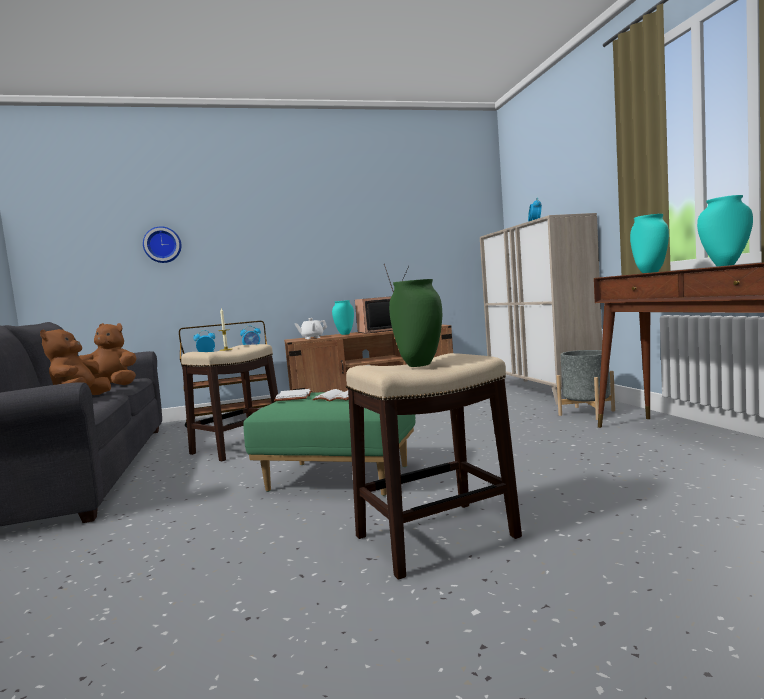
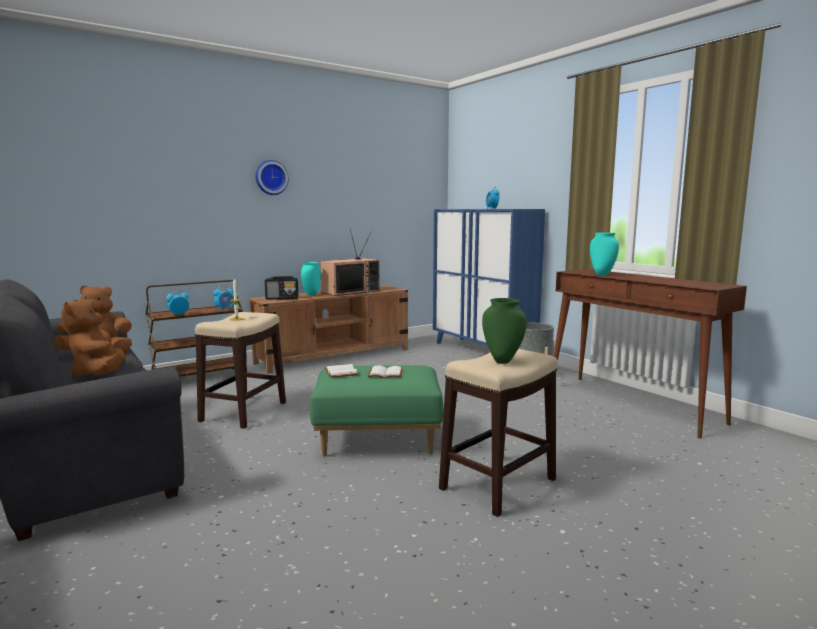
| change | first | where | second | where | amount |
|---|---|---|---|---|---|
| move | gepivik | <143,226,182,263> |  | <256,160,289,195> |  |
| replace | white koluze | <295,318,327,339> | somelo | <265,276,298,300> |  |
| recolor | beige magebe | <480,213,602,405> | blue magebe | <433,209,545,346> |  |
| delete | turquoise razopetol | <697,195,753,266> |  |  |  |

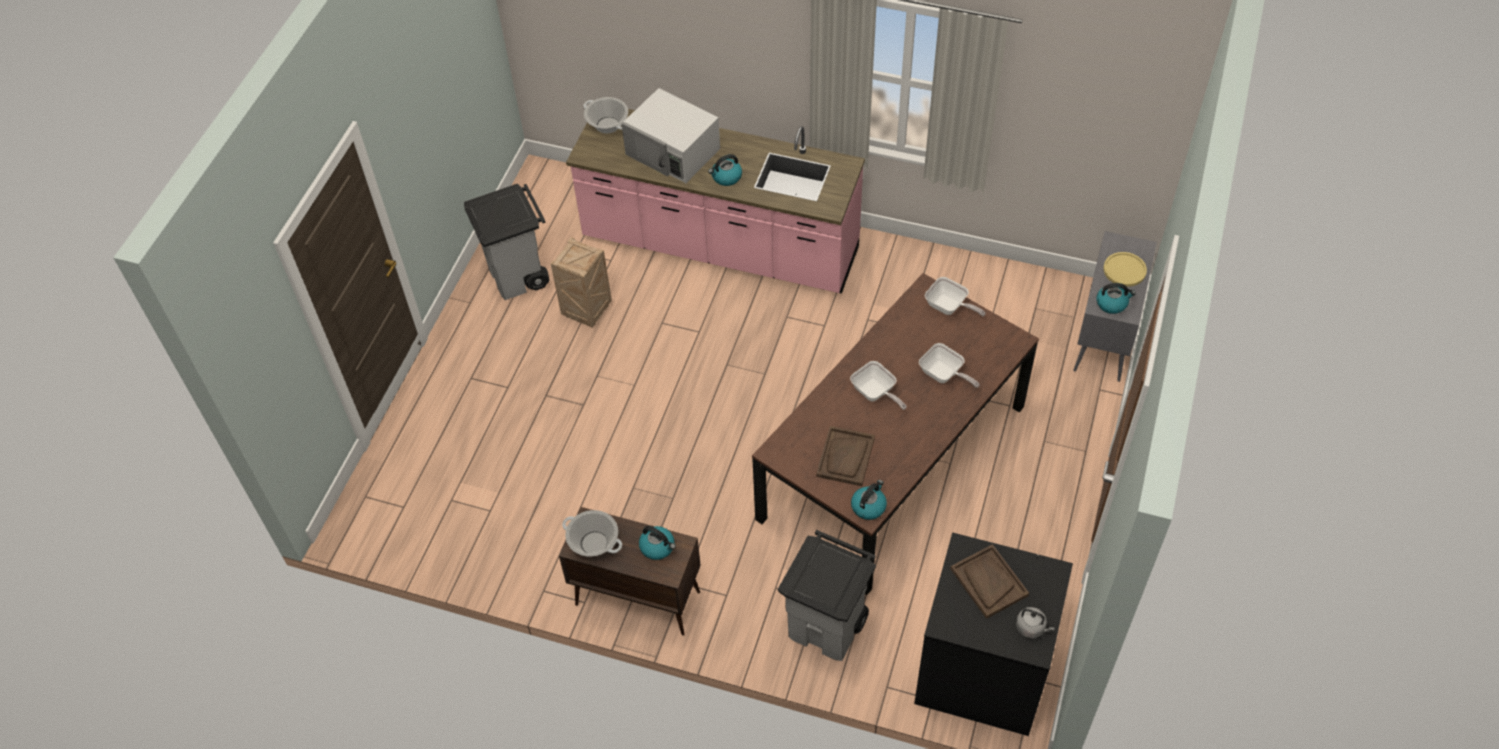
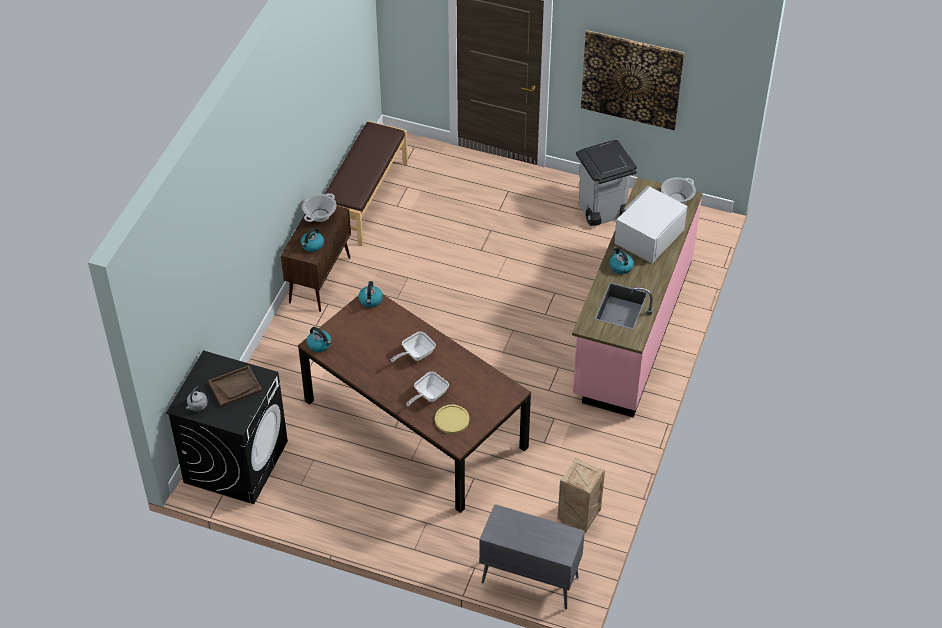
| change | first | where | second | where | amount |
|---|---|---|---|---|---|
| insert |  |  | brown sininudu | <325,121,408,246> |  |
| move | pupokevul | <1096,283,1136,314> |  | <358,281,383,307> |  |
| move | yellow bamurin | <1103,252,1147,287> |  | <435,405,469,434> |  |
| move | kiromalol | <551,237,612,328> |  | <557,457,605,533> |  |
| insert |  |  | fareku | <581,30,685,130> |  |
| delete | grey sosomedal | <778,530,876,661> |  |  |  |
| delete | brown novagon | <816,426,875,486> |  |  |  |
| delete | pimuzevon | <925,277,986,316> |  |  |  |

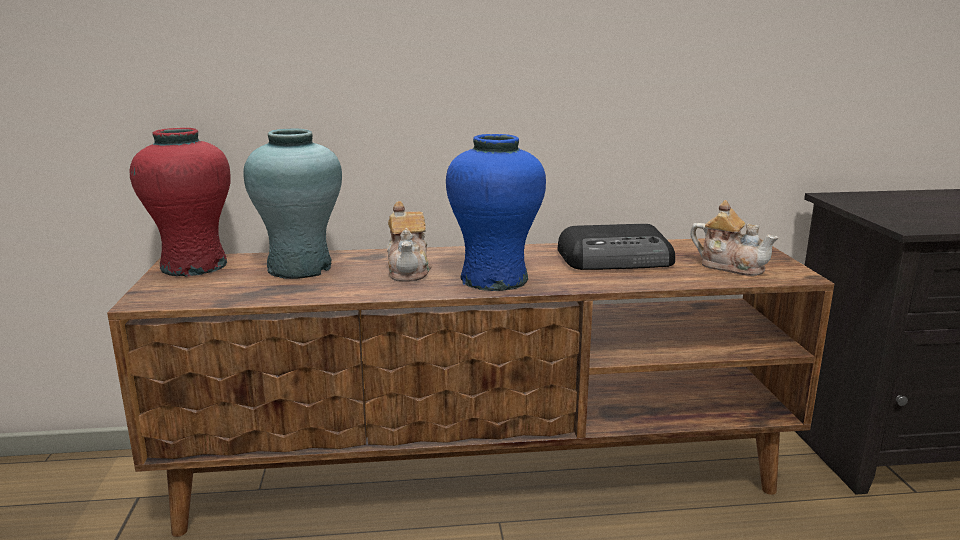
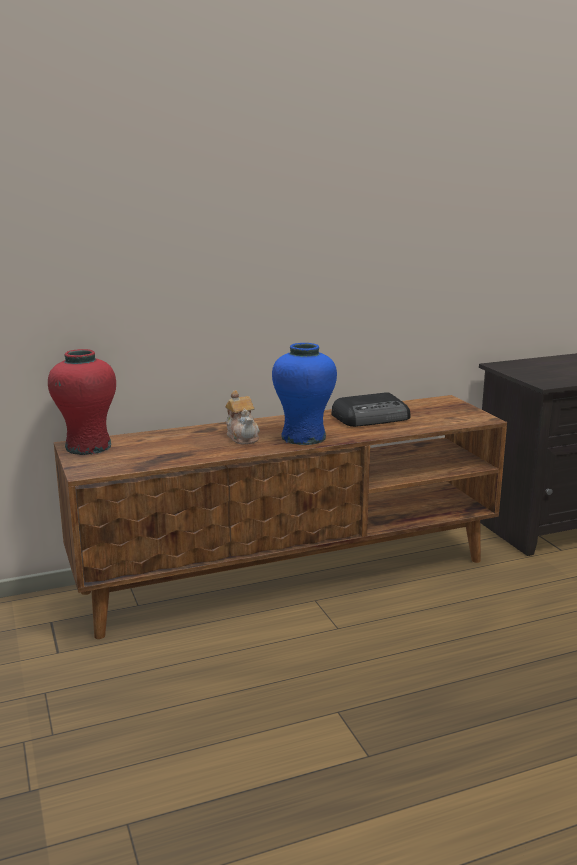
| change | first | where | second | where | amount |
|---|---|---|---|---|---|
| delete | turquoise razopetol | <243,128,342,279> |  |  |  |
| delete | koluze | <690,200,779,276> |  |  |  |

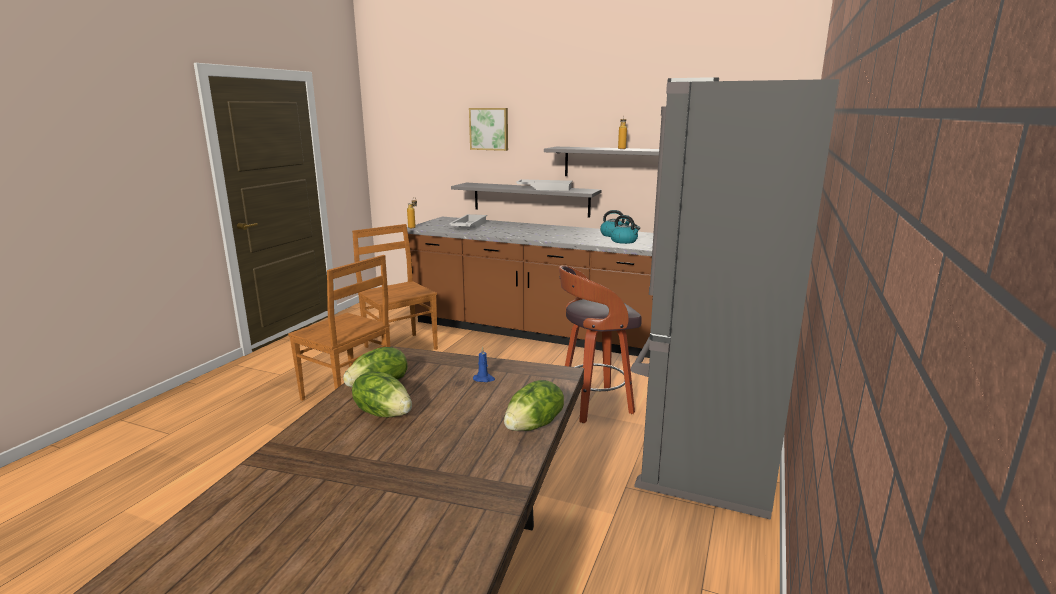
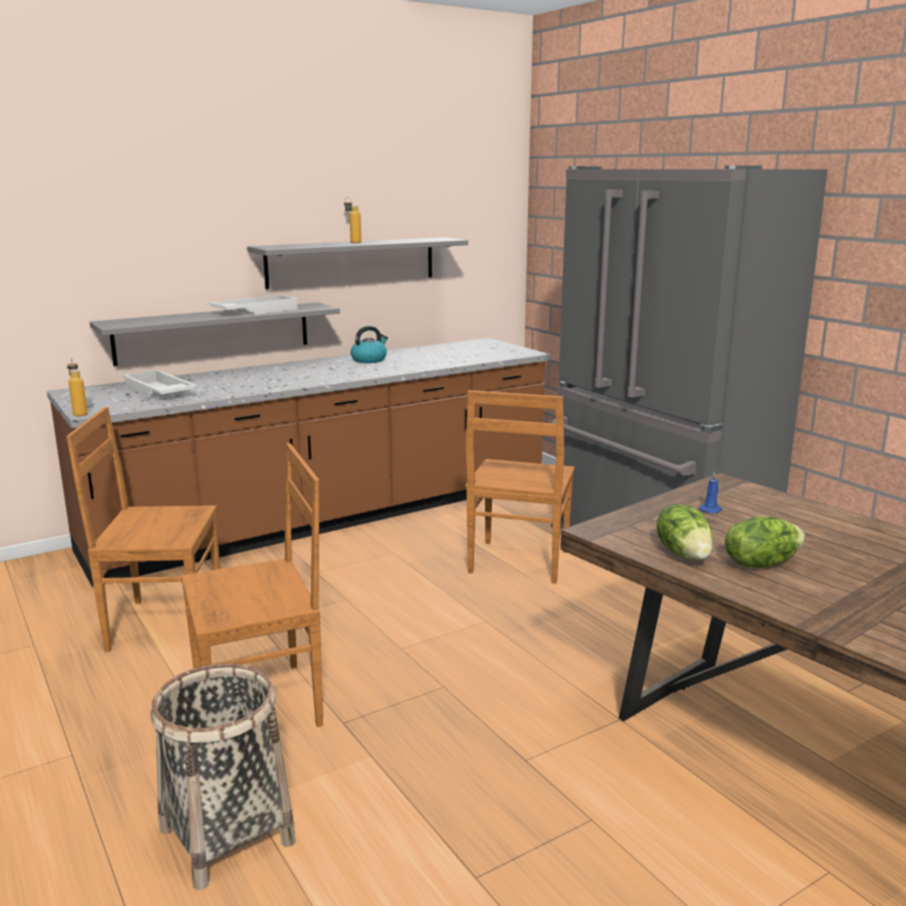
| change | first | where | second | where | amount |
|---|---|---|---|---|---|
| insert |  |  | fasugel | <151,663,296,890> |  |
| replace | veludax | <559,265,642,423> | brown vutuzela | <466,390,575,584> |  |
| delete | fareku | <469,108,508,151> |  |  |  |
| delete | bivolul | <504,380,564,431> |  |  |  |
| delete | pupokevul | <610,215,640,244> |  |  |  |

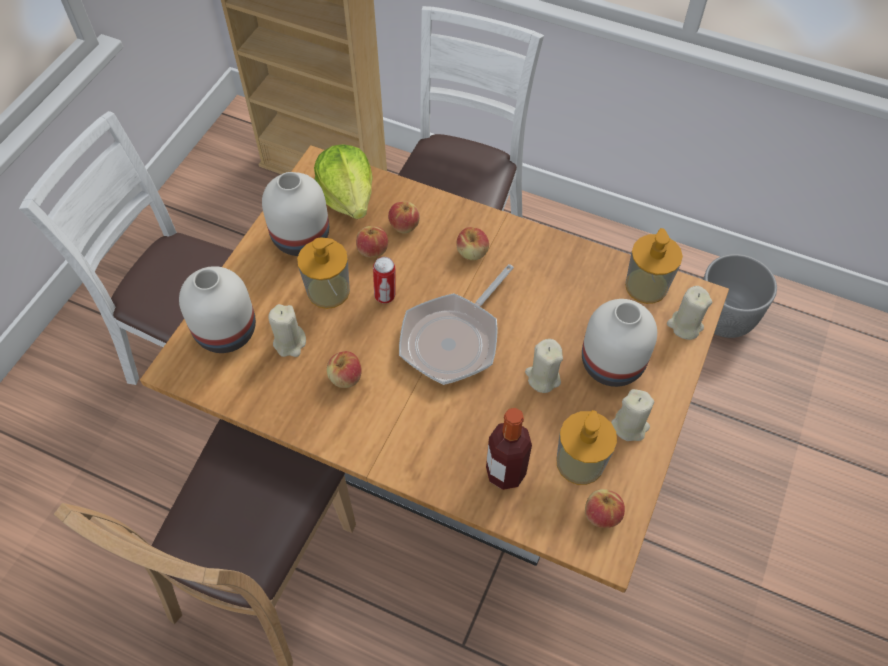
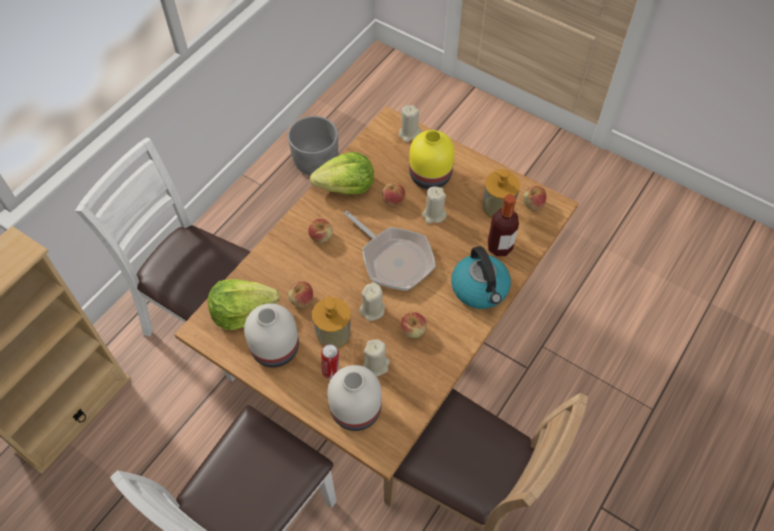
| change | first | where | second | where | amount |
|---|---|---|---|---|---|
| insert |  |  | bivolul | <310,152,374,195> |  |
| move | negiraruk | <373,257,395,304> |  | <321,344,339,379> |  |
| move | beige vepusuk | <611,389,654,441> |  | <359,283,385,321> |  |
| move | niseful | <388,201,420,233> |  | <382,183,406,206> |  |
| recolor | white razopetol | <582,299,657,387> | yellow razopetol | <409,130,455,190> |  |
| insert |  |  | pupokevul | <451,246,511,309> |  |
| delete | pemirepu | <625,228,683,304> |  |  |  |

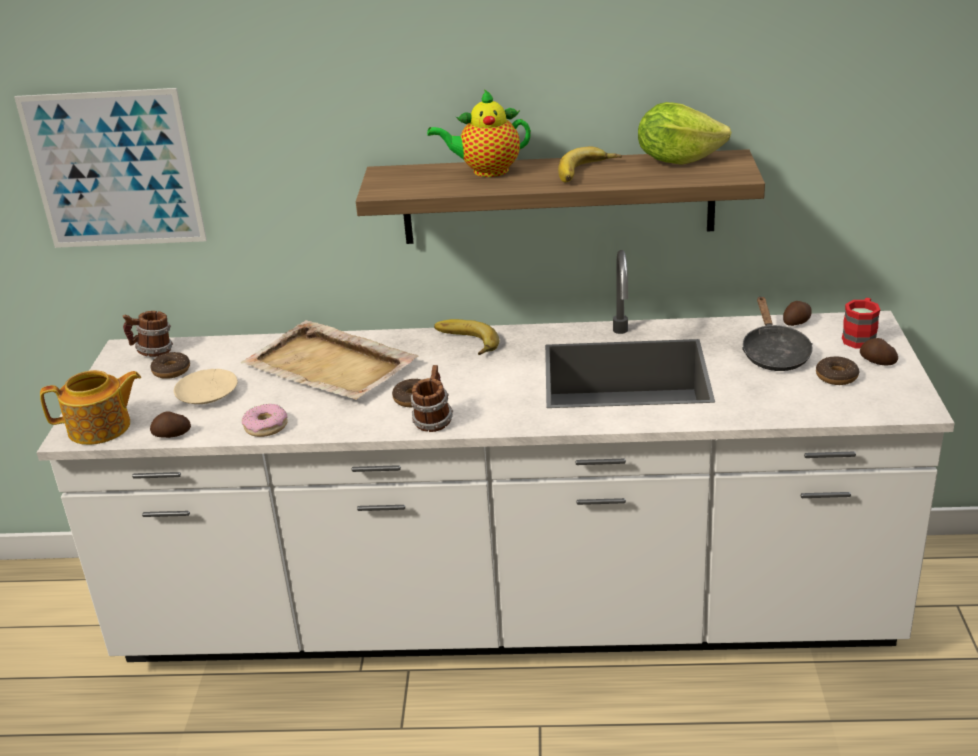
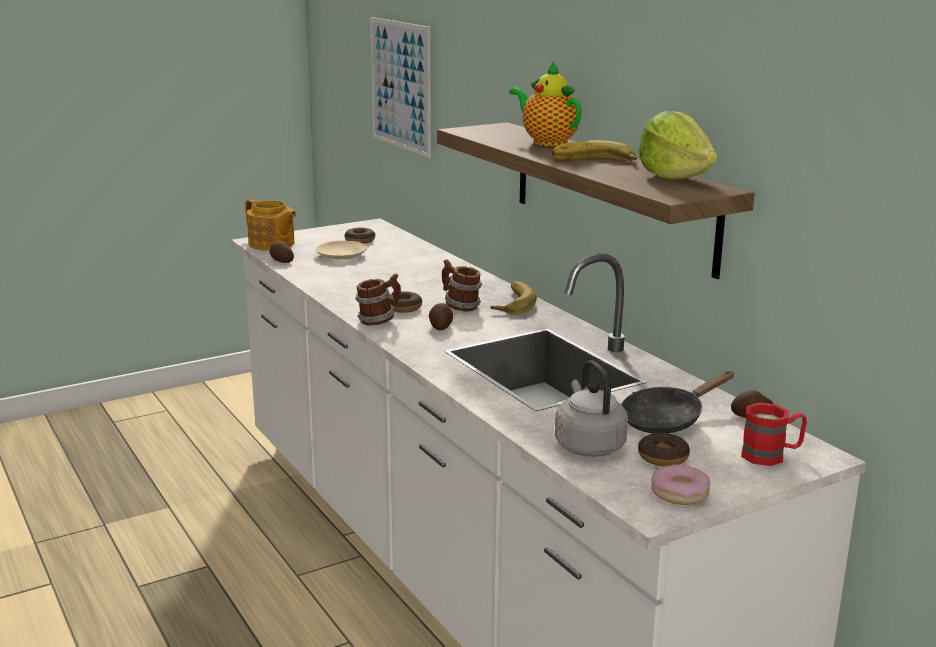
| change | first | where | second | where | amount |
|---|---|---|---|---|---|
| move | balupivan | <860,338,898,366> |  | <429,303,453,330> |  |
| move | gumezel | <123,311,173,357> |  | <442,259,482,312> |  |
| insert |  |  | grey pupokevul | <555,360,628,457> |  |
| move | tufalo | <242,404,288,437> |  | <651,464,711,505> |  |
| delete | beige novagon | <241,320,419,400> |  |  |  |

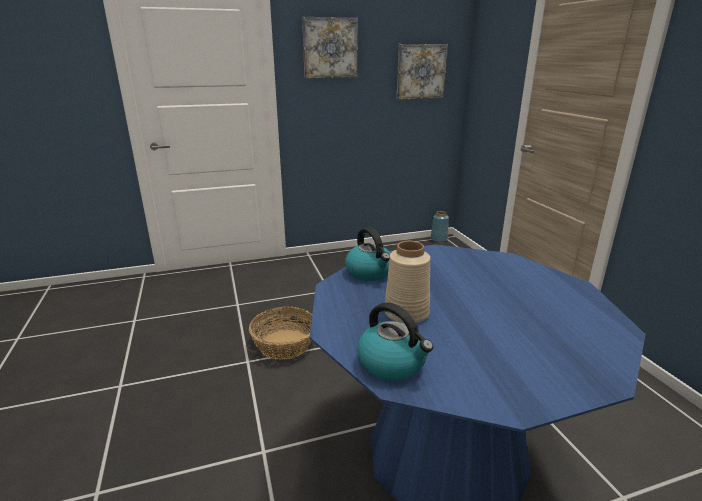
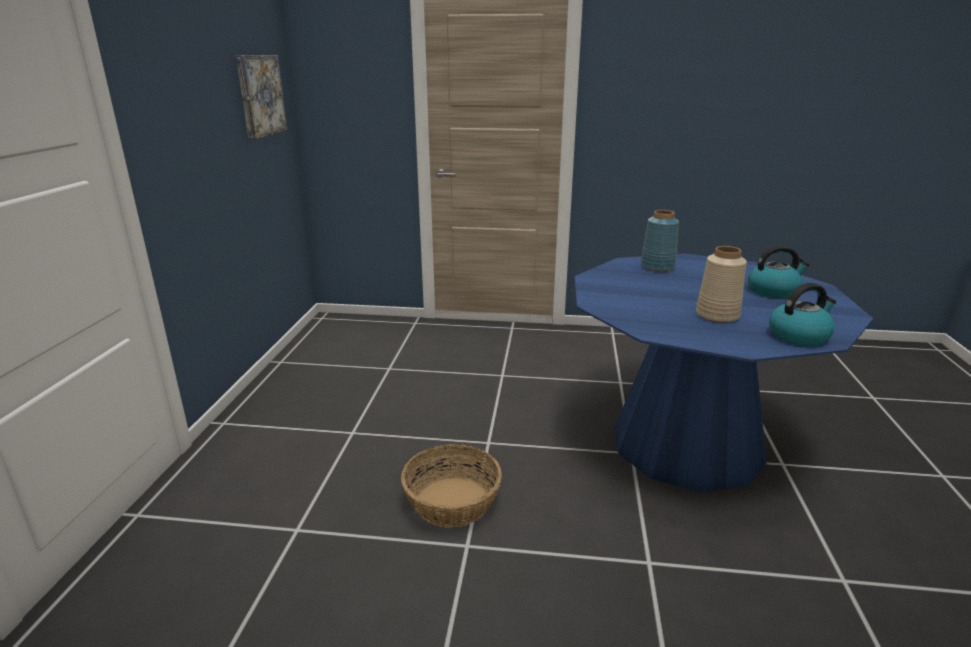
| change | first | where | second | where | amount |
|---|---|---|---|---|---|
| move | blue razopetol | <431,211,449,242> |  | <640,210,679,272> |  |
| move | pupokevul | <345,227,391,281> |  | <748,246,810,298> |  |
| delete | fareku | <302,17,358,78> |  |  |  |

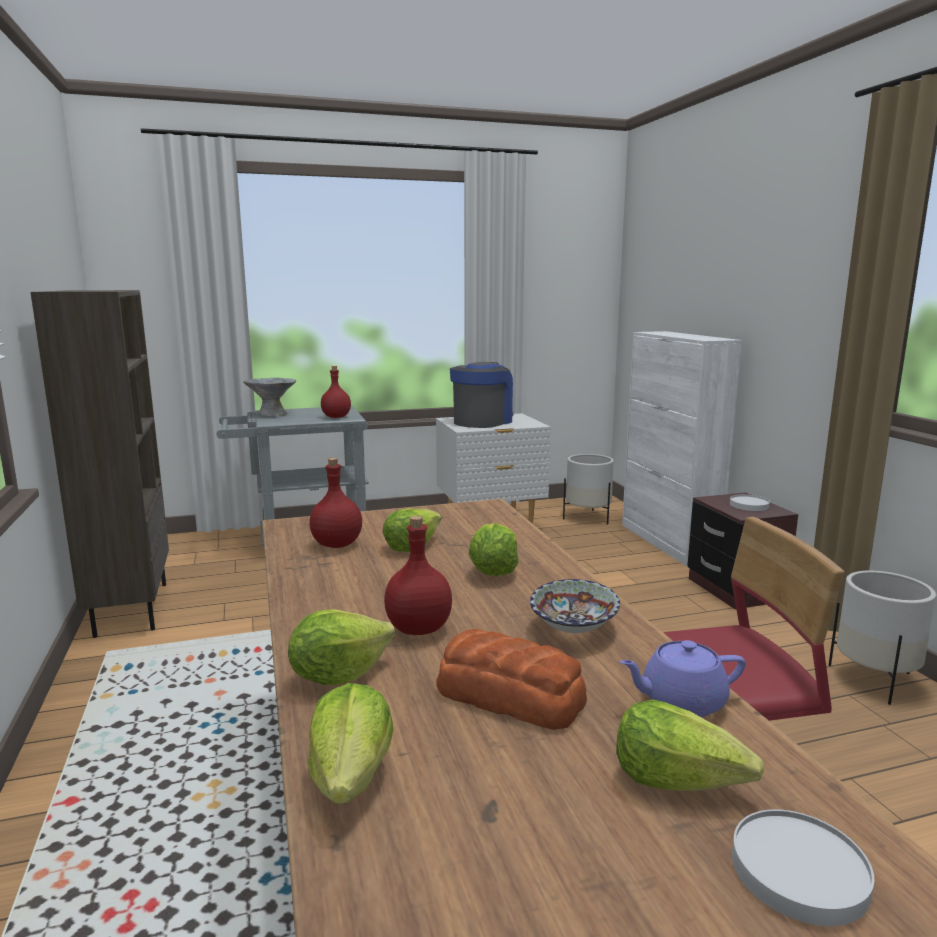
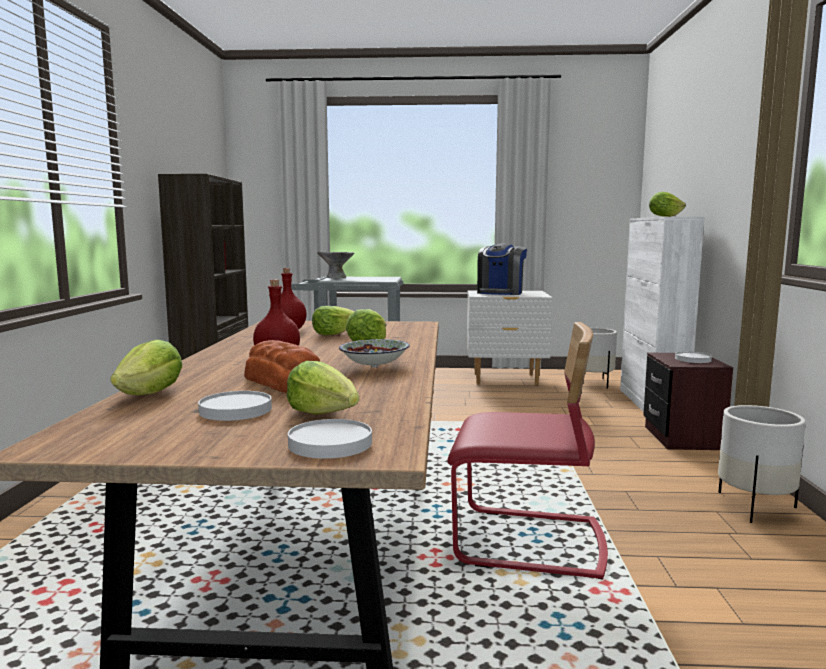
| change | first | where | second | where | amount |
|---|---|---|---|---|---|
| insert |  |  | white bamurin | <198,391,272,421> |  |
| rotate | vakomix | <450,362,513,428> |  | <477,243,527,295> | 150 degrees clockwise |
| move | bivolul | <288,609,395,685> |  | <649,192,686,217> |  |
| delete | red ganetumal | <321,366,351,418> |  |  |  |
| delete | purple koluze | <620,640,746,717> |  |  |  |

